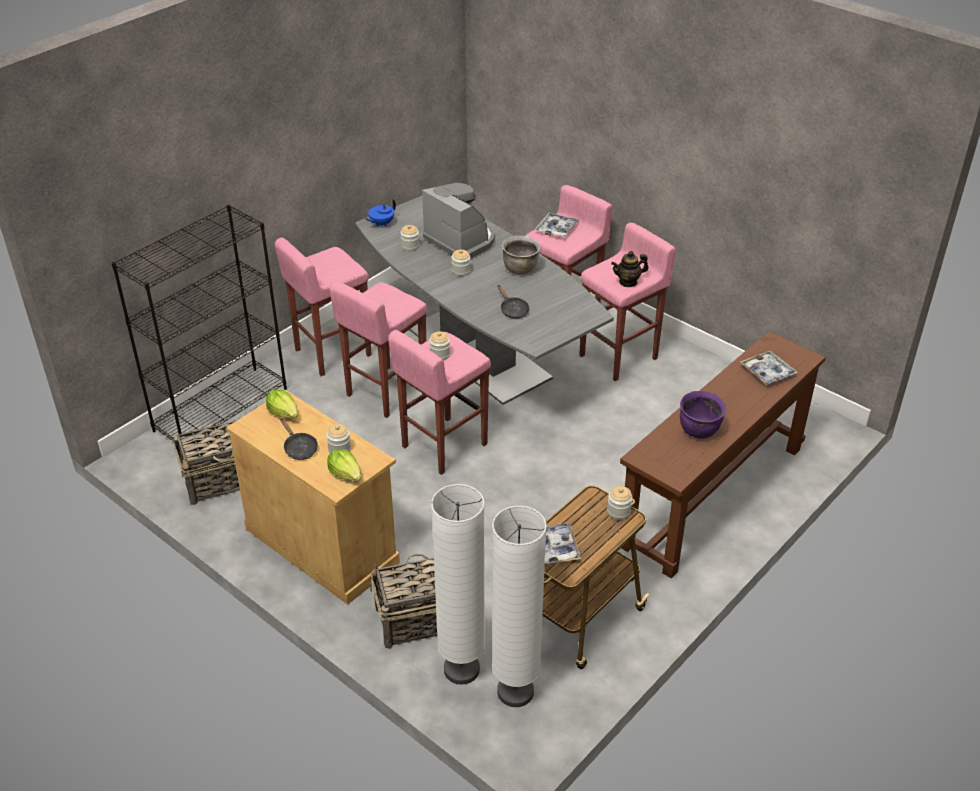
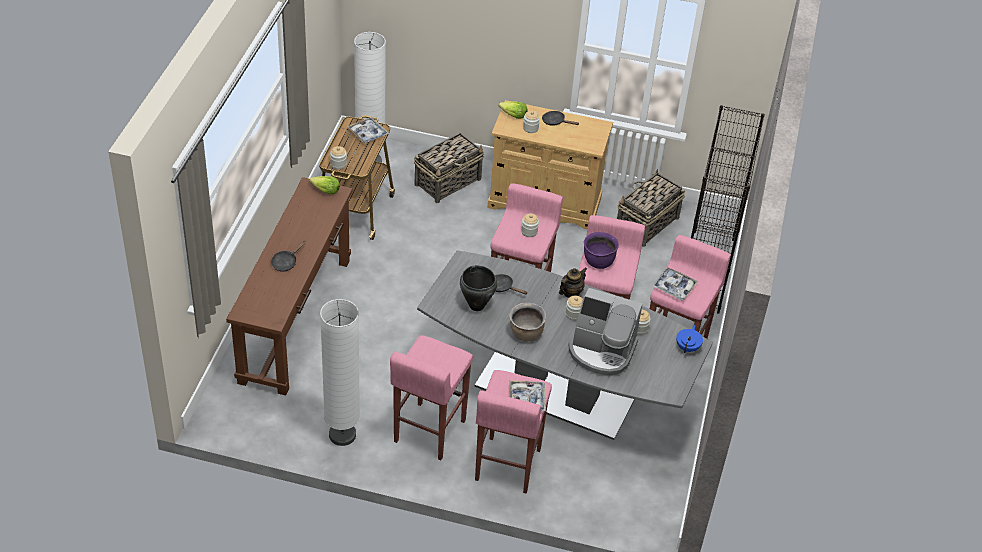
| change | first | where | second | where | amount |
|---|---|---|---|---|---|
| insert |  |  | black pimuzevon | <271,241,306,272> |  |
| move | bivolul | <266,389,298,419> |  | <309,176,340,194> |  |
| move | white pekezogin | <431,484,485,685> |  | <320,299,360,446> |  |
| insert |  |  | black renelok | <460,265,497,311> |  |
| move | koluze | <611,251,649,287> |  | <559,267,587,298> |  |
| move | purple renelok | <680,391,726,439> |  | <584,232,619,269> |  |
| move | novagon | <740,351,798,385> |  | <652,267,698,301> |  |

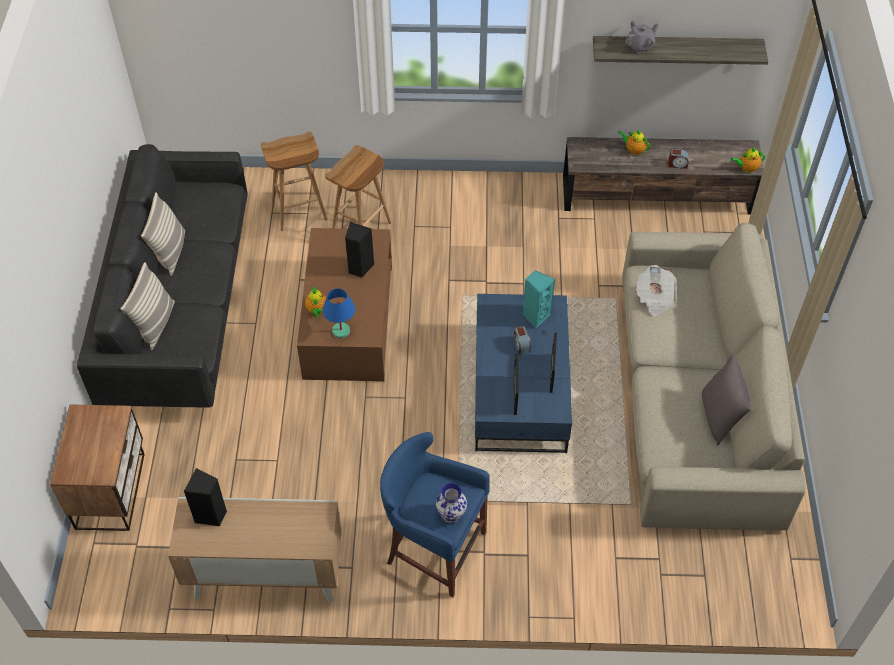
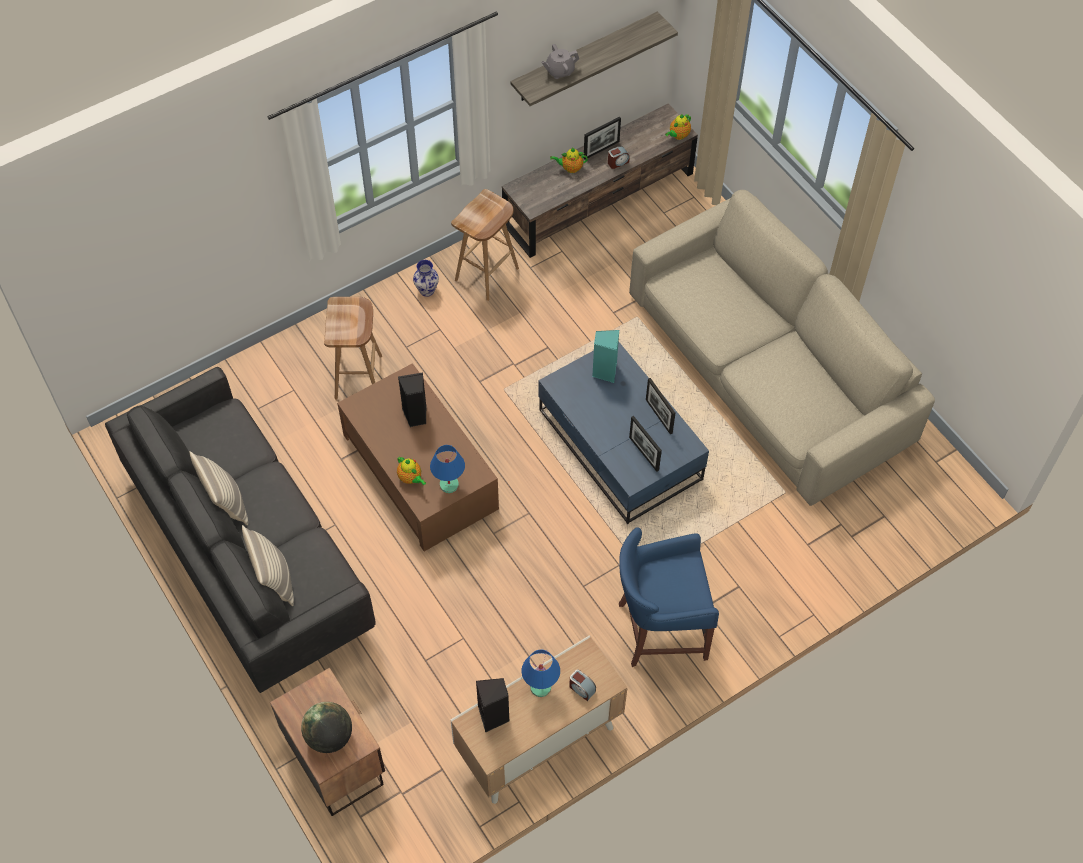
| change | first | where | second | where | amount |
|---|---|---|---|---|---|
| insert |  |  | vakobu | <301,702,352,753> |  |
| move | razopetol | <436,483,467,524> |  | <413,260,439,297> |  |
| move | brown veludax | <261,132,328,231> |  | <451,189,519,301> |  |
| insert |  |  | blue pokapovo | <522,650,560,697> |  |
| rotate | grey koluze | <625,21,658,53> |  | <541,44,579,79> | 135 degrees counterclockwise |
| move | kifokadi | <514,326,531,355> |  | <569,670,596,701> |  |
| insert |  |  | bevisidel | <584,116,621,160> |  |
| delete | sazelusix | <636,265,677,316> |  |  |  |
| delete | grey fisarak | <702,354,751,446> |  |  |  |

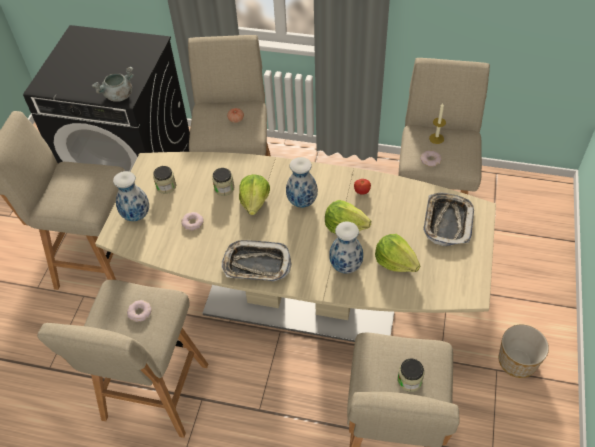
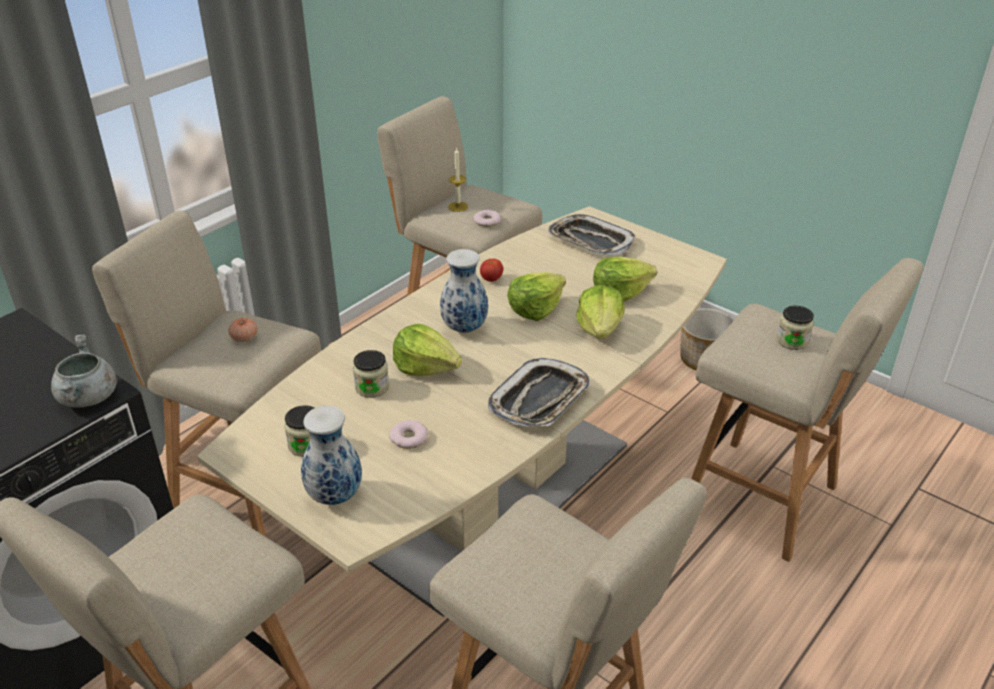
| change | first | where | second | where | amount |
|---|---|---|---|---|---|
| replace | razopetol | <329,221,363,274> | bivolul | <576,285,625,339> |  |
| delete | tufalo | <127,300,152,322> |  |  |  |

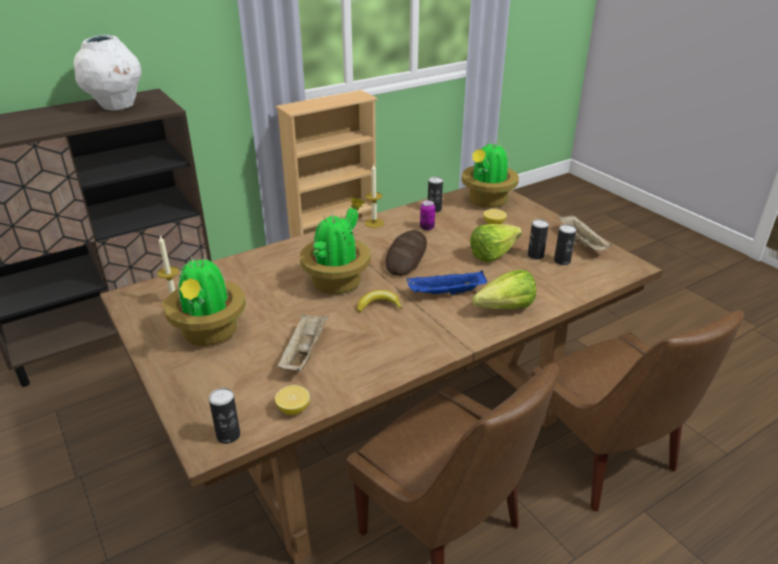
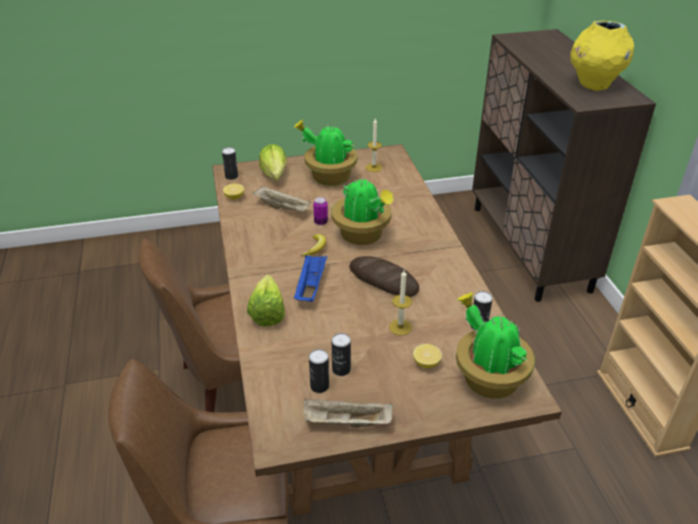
| change | first | where | second | where | amount |
|---|---|---|---|---|---|
| move | bivolul | <470,224,522,262> |  | <259,144,287,180> |  |
| move | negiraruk | <420,200,435,230> |  | <313,197,328,225> |  |
| move | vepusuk | <365,163,384,228> |  | <389,270,412,336> |  |
| recolor | white razopetol | <74,35,141,111> | yellow razopetol | <570,21,634,91> |  |

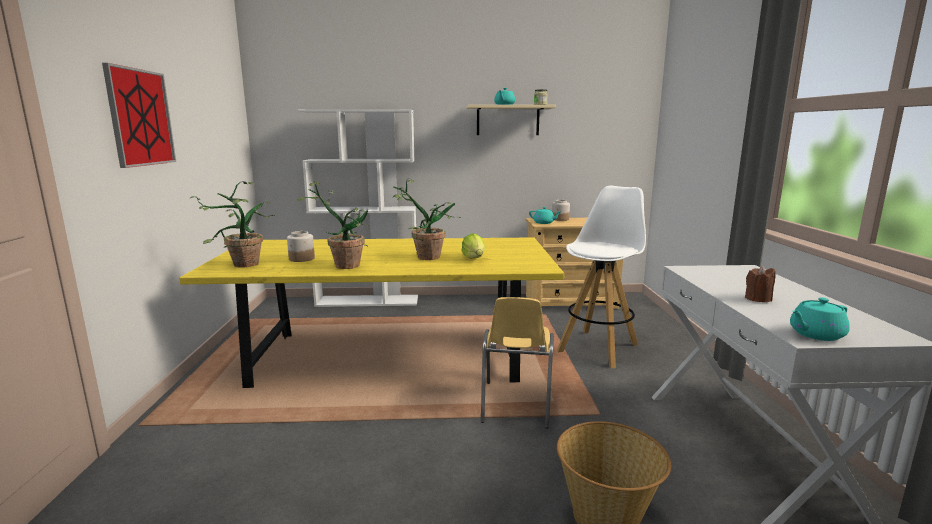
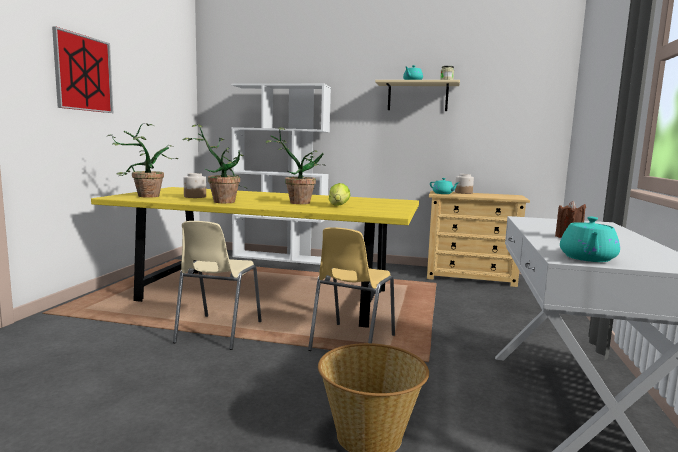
| change | first | where | second | where | amount |
|---|---|---|---|---|---|
| insert |  |  | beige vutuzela | <173,221,262,350> |  |
| rotate | turquoise koluze | <790,297,850,341> |  | <560,217,620,262> | 60 degrees counterclockwise |
| delete | white veludax | <557,186,646,369> |  |  |  |

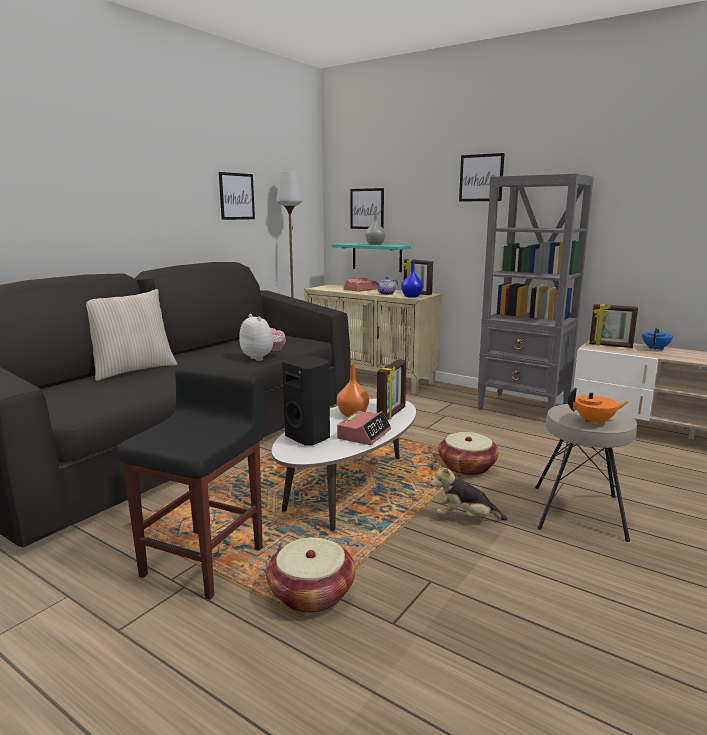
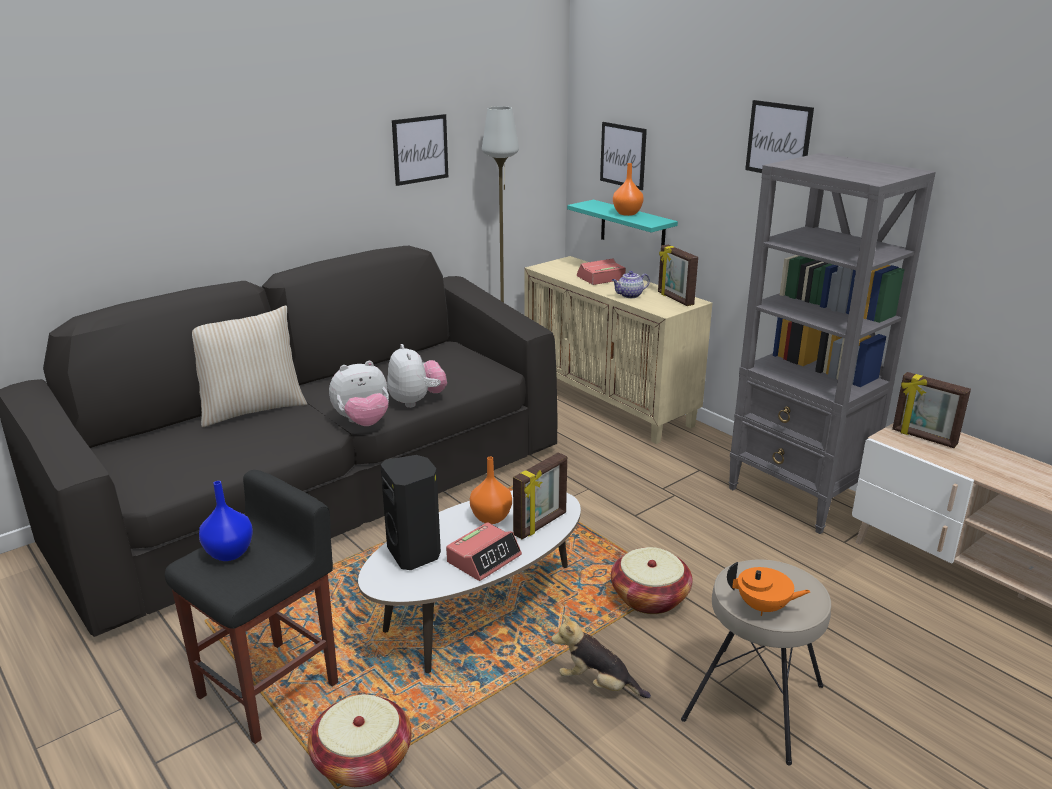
| change | first | where | second | where | amount |
|---|---|---|---|---|---|
| move | blue razopetol | <401,260,423,298> |  | <199,481,253,561> |  |
| insert |  |  | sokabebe | <329,361,389,426> |  |
| recolor | grey razopetol | <365,210,386,245> | orange razopetol | <613,163,644,216> |  |
| delete | blue koluze | <642,327,673,350> |  |  |  |

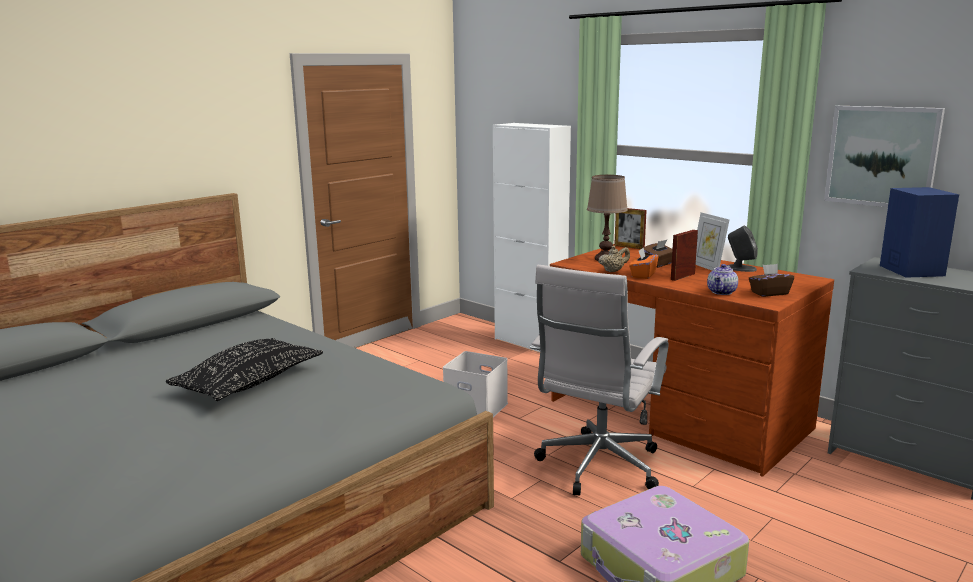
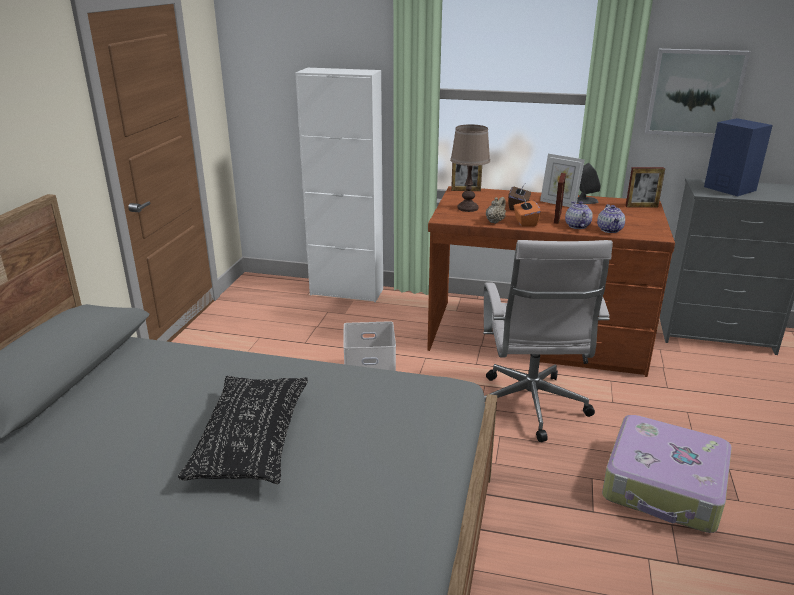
| change | first | where | second | where | amount |
|---|---|---|---|---|---|
| insert |  |  | koluze | <565,201,593,229> |  |
| insert |  |  | bevisidel | <626,167,665,208> |  |
| delete | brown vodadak | <749,264,794,297> |  |  |  |

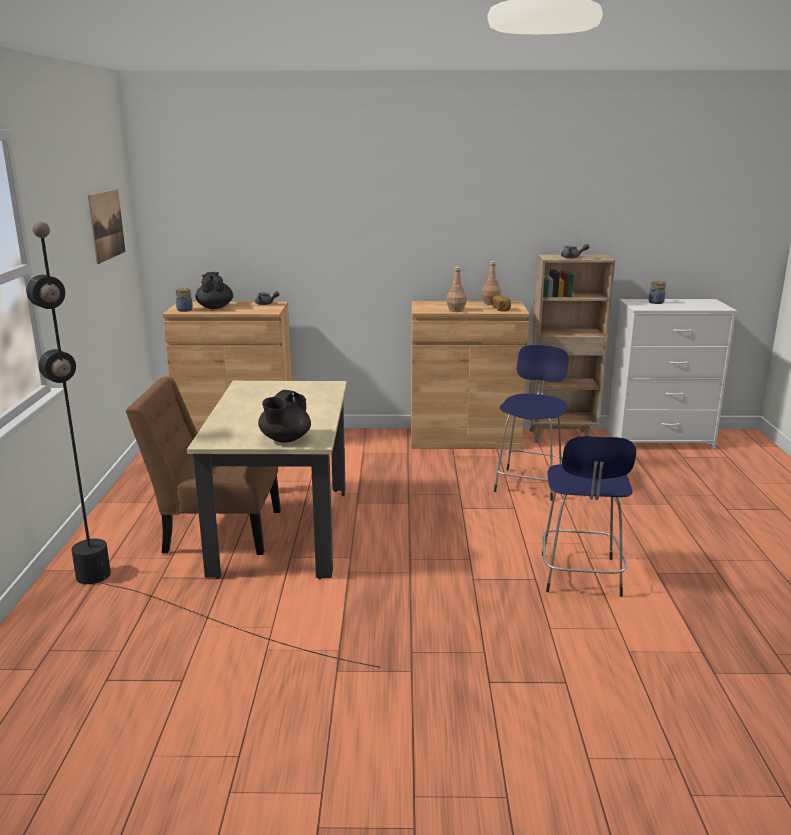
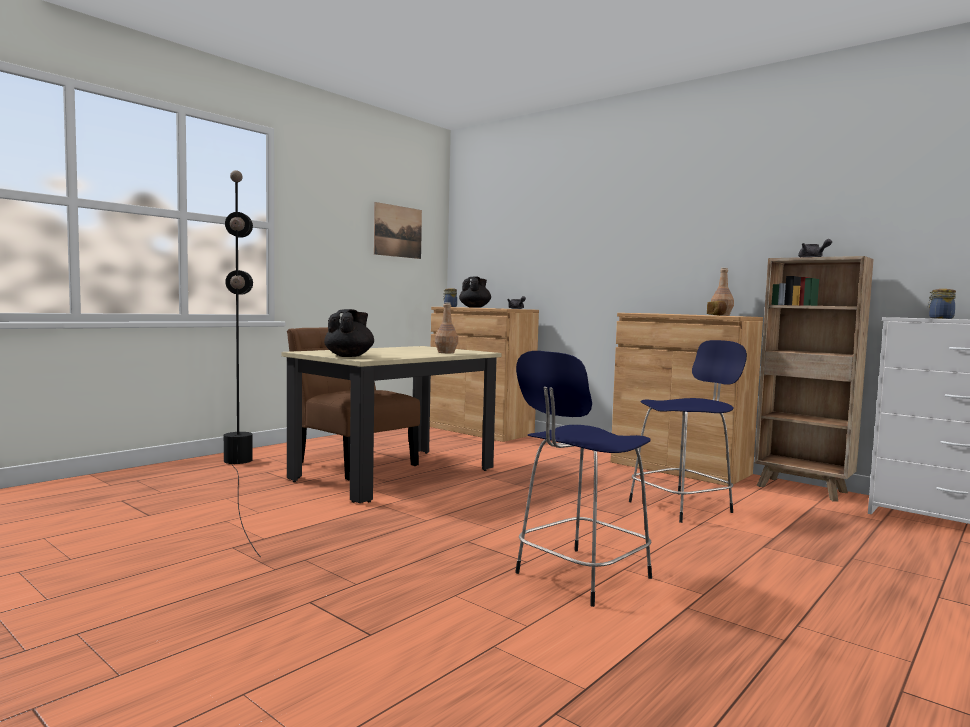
| change | first | where | second | where | amount |
|---|---|---|---|---|---|
| rotate | black koluze | <258,390,311,443> |  | <324,309,374,357> | 135 degrees clockwise |
| move | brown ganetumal | <446,267,467,312> |  | <435,302,458,353> |  |

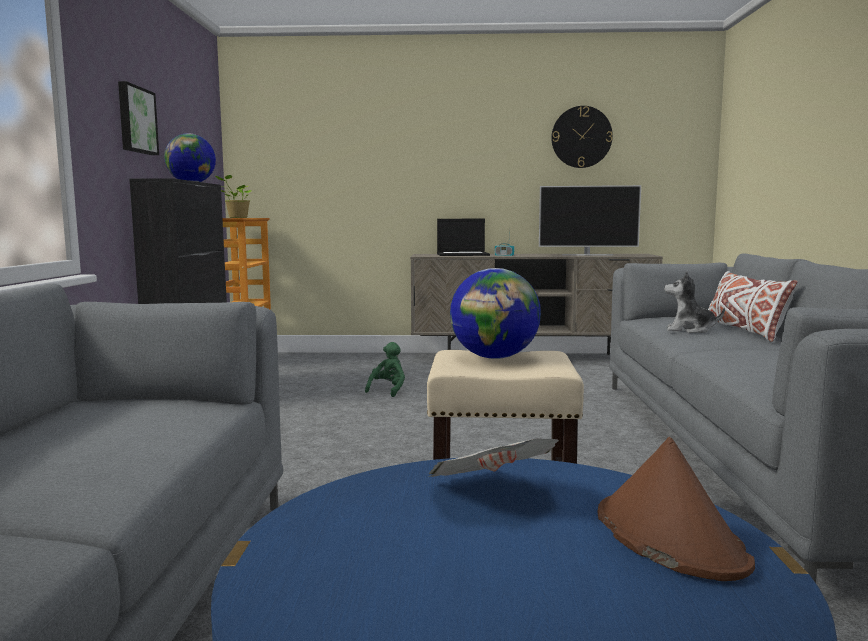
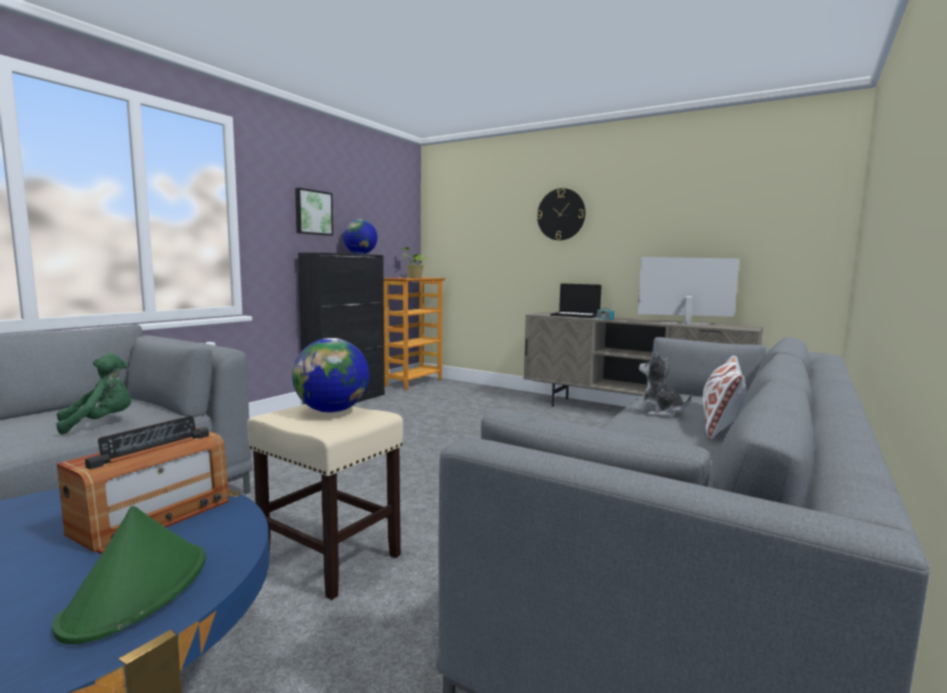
| change | first | where | second | where | amount |
|---|---|---|---|---|---|
| recolor | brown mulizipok | <598,437,755,581> | green mulizipok | <52,506,206,644> |  |
| move | green sokabebe | <365,342,405,397> |  | <57,353,131,435> |  |
| replace | sazelusix | <428,438,559,477> | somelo | <57,416,229,554> |  |
| move | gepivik | <551,106,613,168> |  | <537,188,585,240> |  |
| rotate | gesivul | <539,185,641,256> |  | <637,257,739,325> | 150 degrees clockwise |

